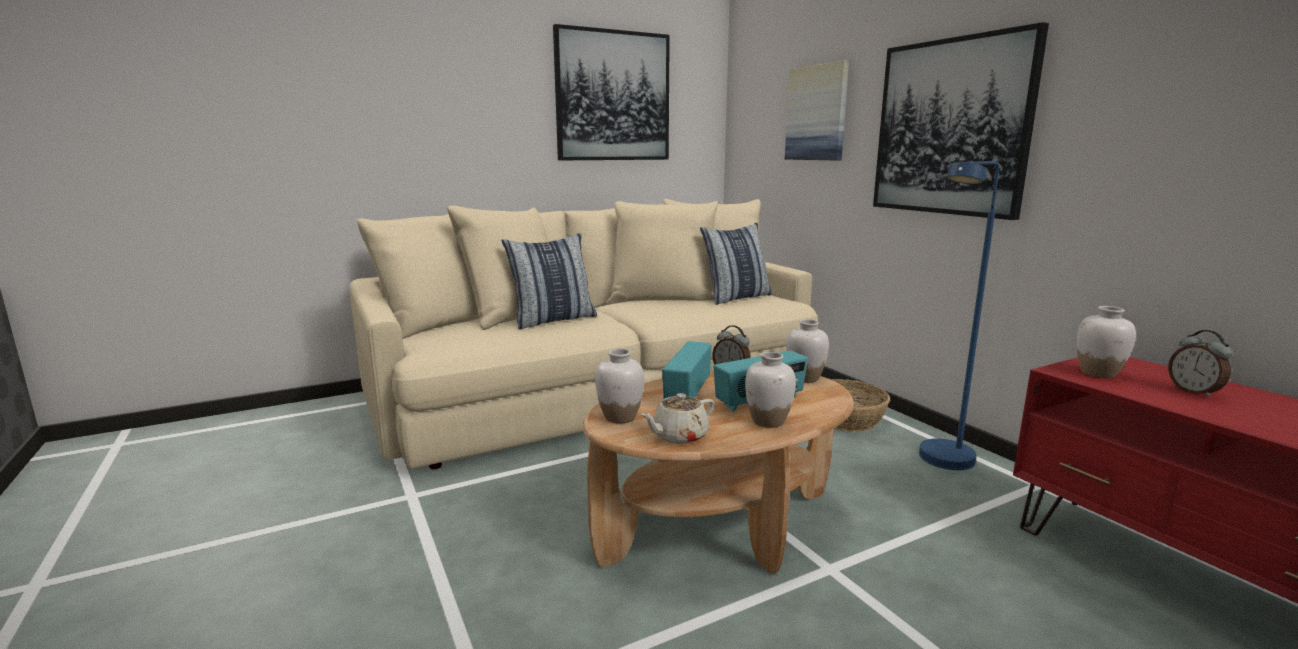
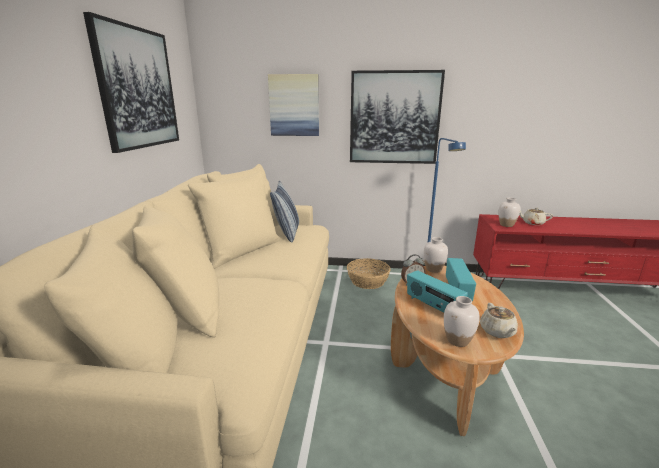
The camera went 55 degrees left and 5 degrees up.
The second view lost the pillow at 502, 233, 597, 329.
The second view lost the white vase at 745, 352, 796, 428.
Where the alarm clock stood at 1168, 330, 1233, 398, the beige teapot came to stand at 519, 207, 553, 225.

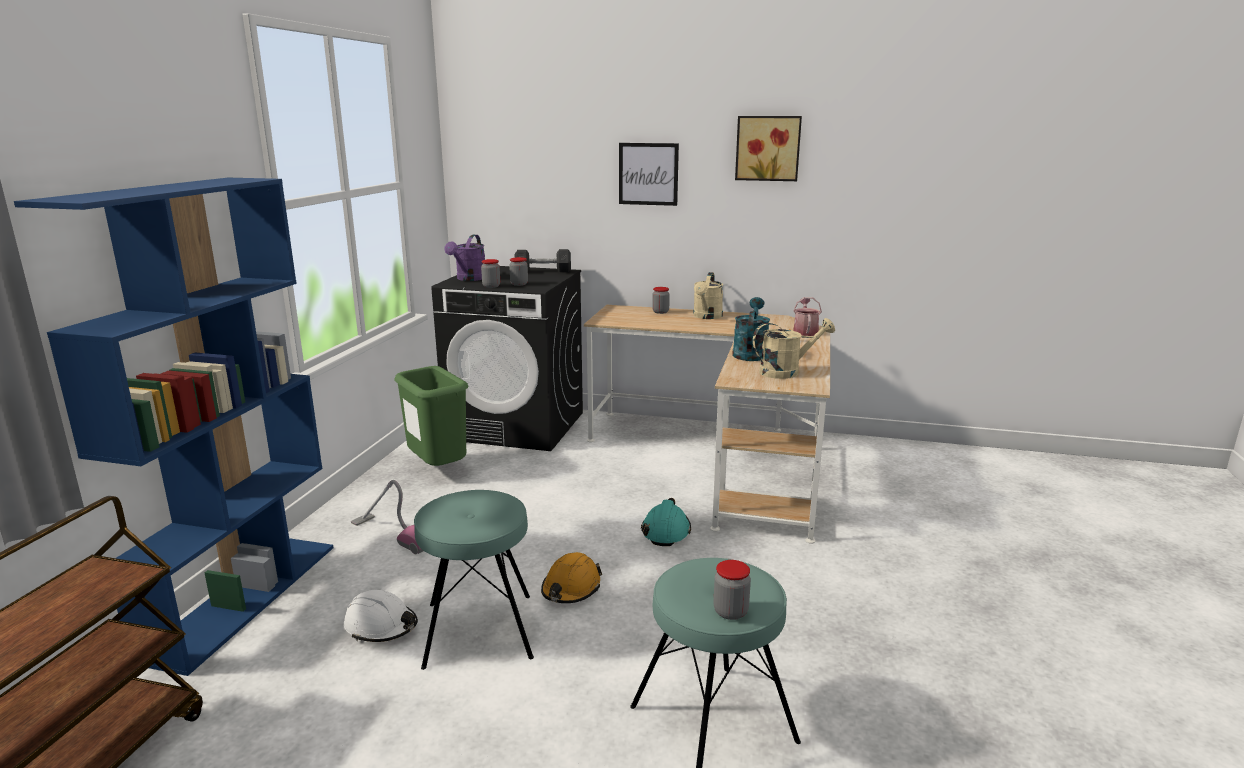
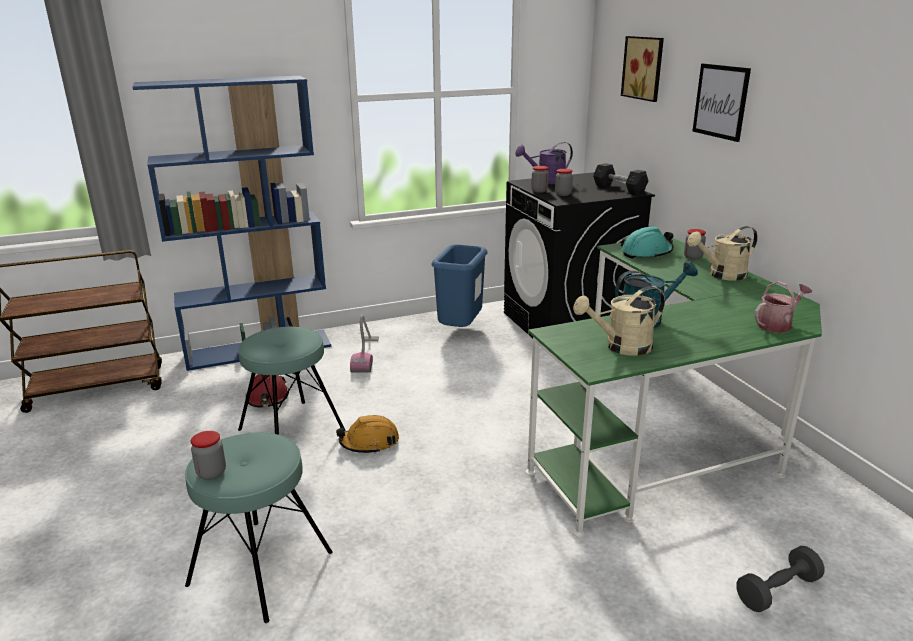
The camera went 55 degrees right and 5 degrees up.
What was the white hard hat at 344, 590, 418, 642 turned into the red hard hat at 246, 374, 289, 407.
What was the green trash can at 394, 366, 468, 466 turned into the blue trash can at 431, 244, 488, 327.
What was the beige desk at 584, 305, 830, 544 turned into the green desk at 526, 238, 822, 537.
The turquoise hard hat ended up elsewhere, having gone from 641, 498, 691, 546 to 621, 226, 674, 258.
The picture ended up elsewhere, having gone from 735, 116, 802, 181 to 621, 36, 664, 102.
The beige watering can at 753, 318, 835, 379 ended up facing another way, 120 degrees clockwise from before.
The second view gained the grey dumbbell at 736, 546, 825, 612.

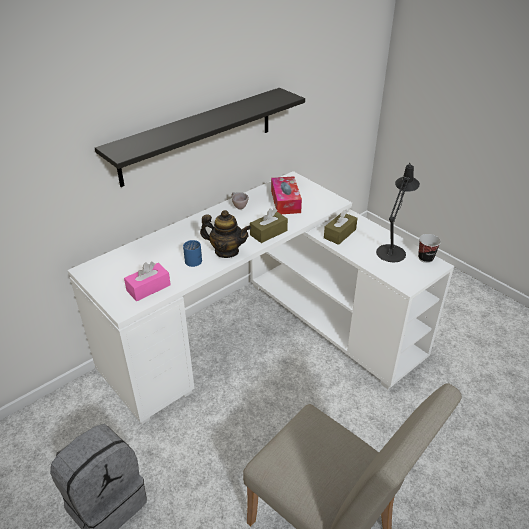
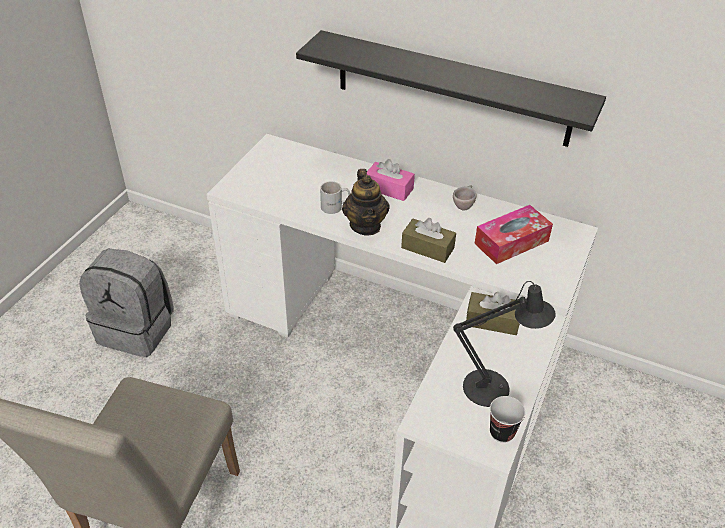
The camera went 65 degrees right and 5 degrees up.
The pink tissue box ended up elsewhere, having gone from 124, 262, 171, 301 to 367, 159, 415, 201.
What was the blue mug at 183, 240, 202, 267 turned into the white mug at 320, 181, 350, 214.

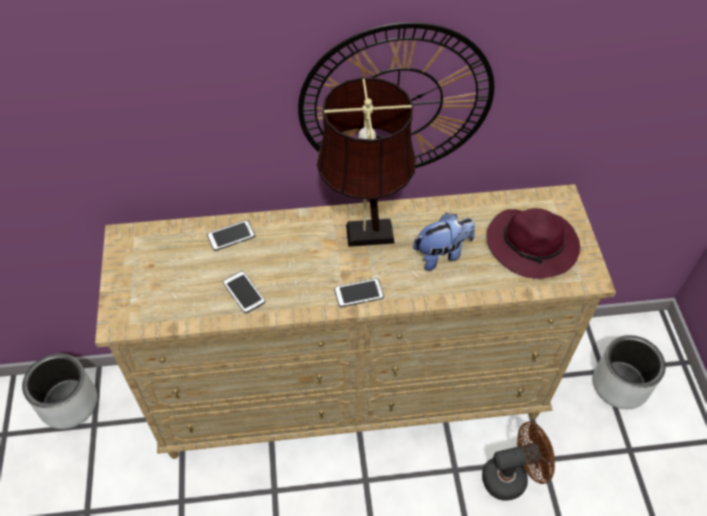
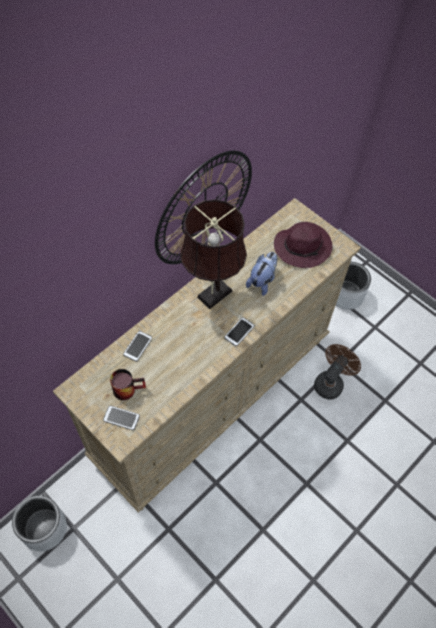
The camera went 40 degrees left and 5 degrees up.
The phone ended up elsewhere, having gone from 223, 271, 265, 313 to 103, 406, 140, 430.
The second view gained the mug at 110, 369, 146, 400.

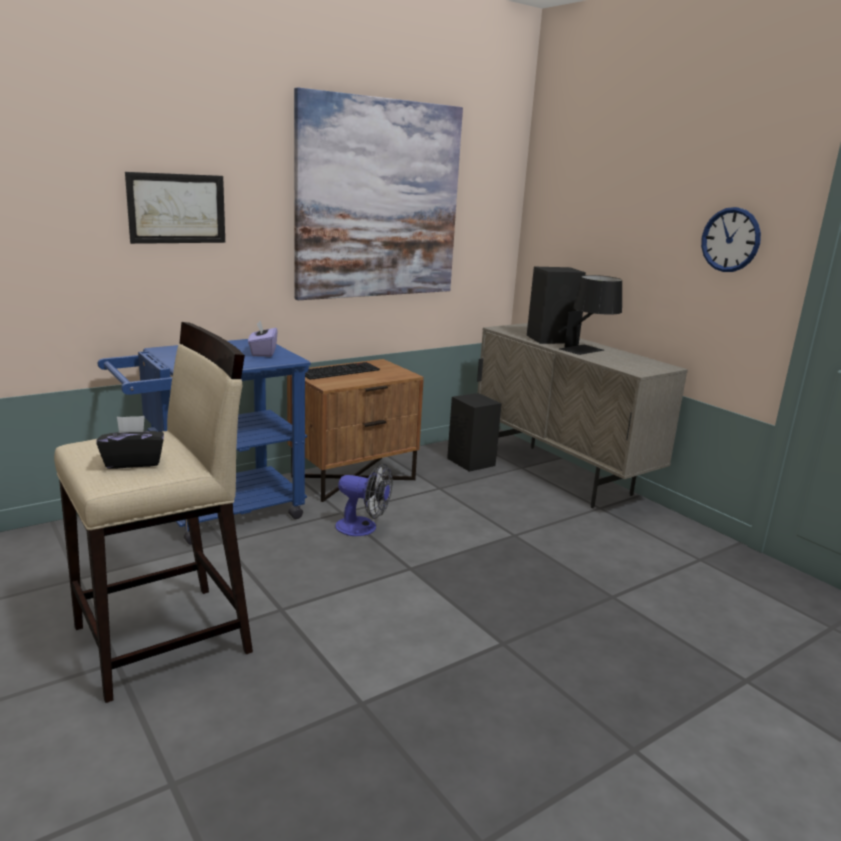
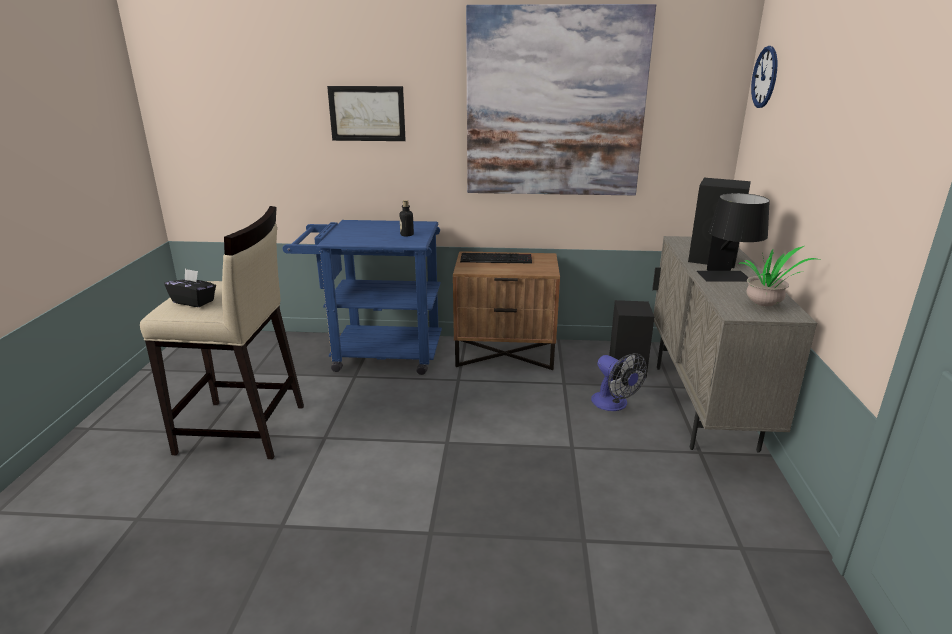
The camera went 40 degrees right and 5 degrees up.
Where the purple tissue box stood at 248, 321, 278, 357, the bottle came to stand at 399, 200, 414, 236.
The fan ended up elsewhere, having gone from 335, 464, 393, 536 to 591, 353, 647, 411.
The wall clock ended up elsewhere, having gone from 701, 207, 761, 272 to 751, 46, 777, 108.
The second view gained the potted plant at 738, 246, 820, 307.

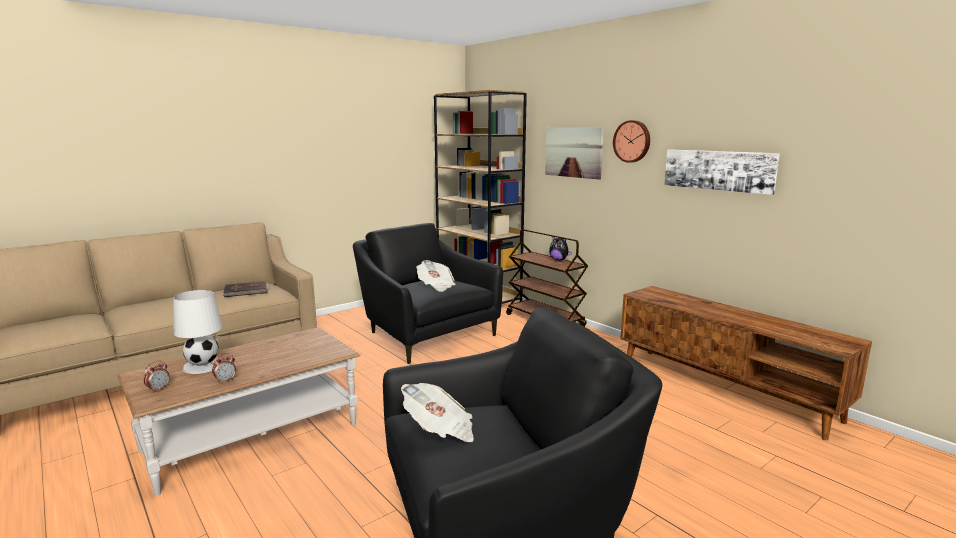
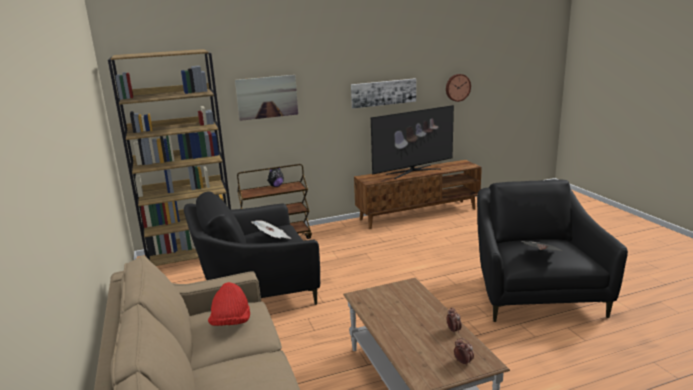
The camera went 70 degrees left and 5 degrees up.
The second view lost the white table lamp at 173, 290, 222, 374.
Where the brown book stood at 223, 281, 268, 297, the red hat came to stand at 208, 282, 250, 326.
The wall clock ended up elsewhere, having gone from 613, 120, 650, 163 to 446, 74, 471, 102.
The second view gained the television at 371, 105, 454, 179.

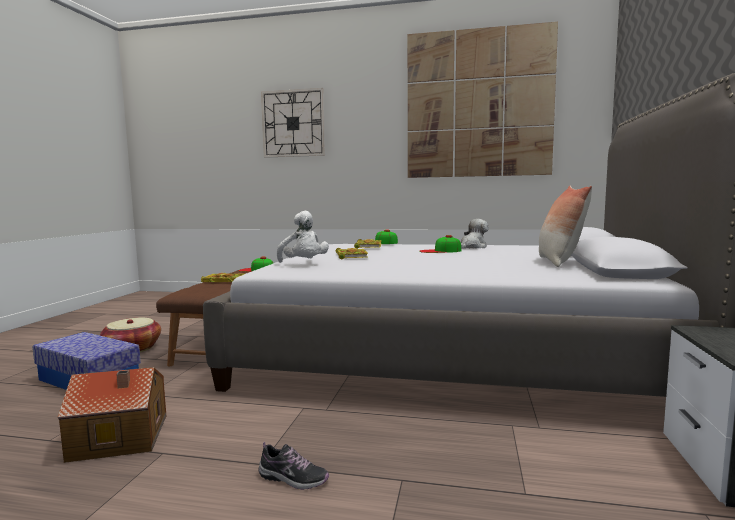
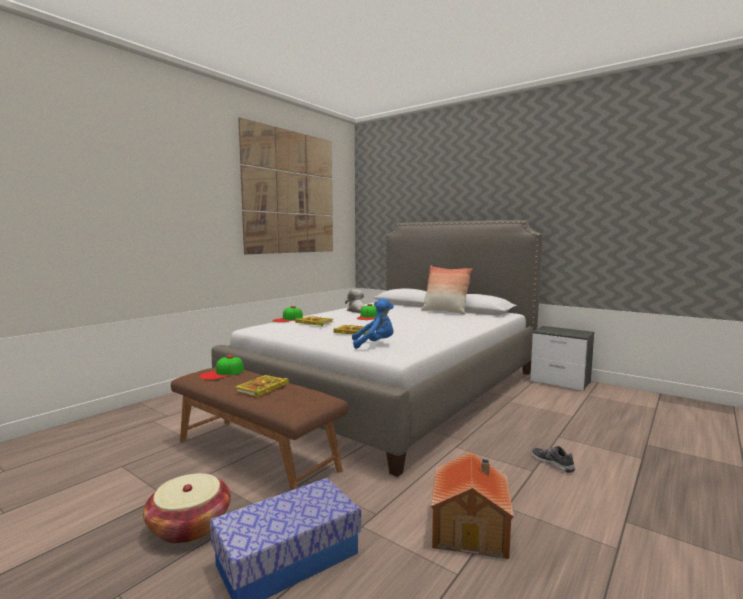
The camera went 65 degrees left and 0 degrees up.
The shoe at 258, 442, 329, 490 ended up facing another way, 75 degrees counterclockwise from before.
The second view lost the wall clock at 261, 88, 325, 158.
What was the white plush toy at 277, 211, 329, 263 turned into the blue plush toy at 352, 298, 394, 349.

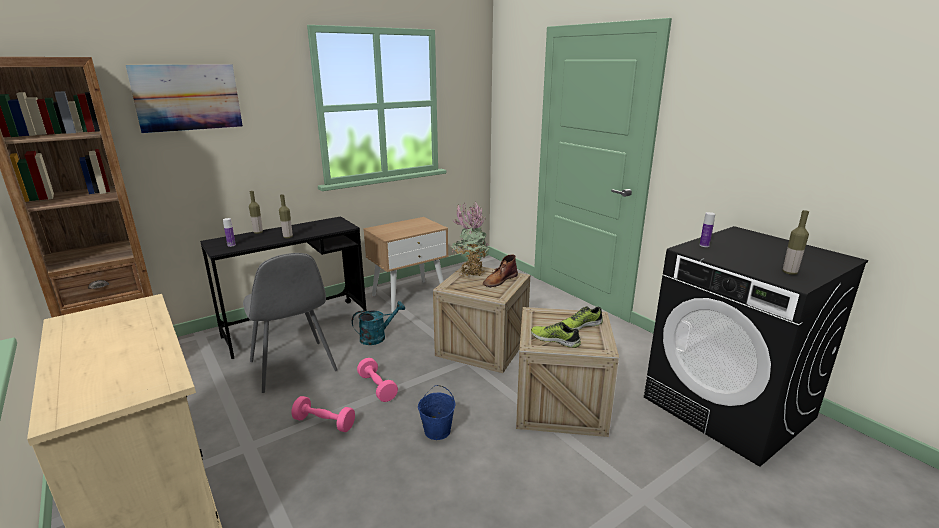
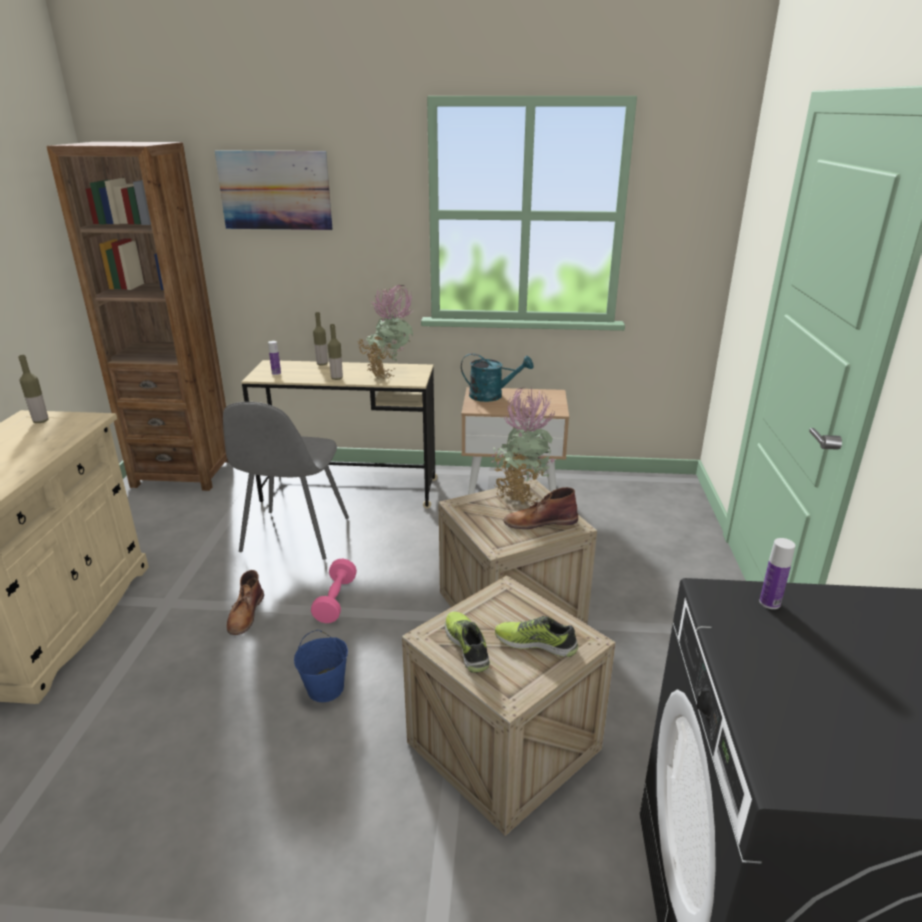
The camera went 40 degrees right and 5 degrees up.
What was the black desk at 200, 216, 367, 359 turned into the beige desk at 241, 360, 438, 509.
Where the pink dumbbell stood at 292, 396, 355, 432, the brown boot came to stand at 226, 570, 264, 635.
The turquoise watering can ended up elsewhere, having gone from 352, 301, 405, 345 to 461, 353, 534, 402.
The bottle ended up elsewhere, having gone from 783, 210, 809, 275 to 18, 355, 49, 423.
The second view gained the potted plant at 358, 285, 414, 379.

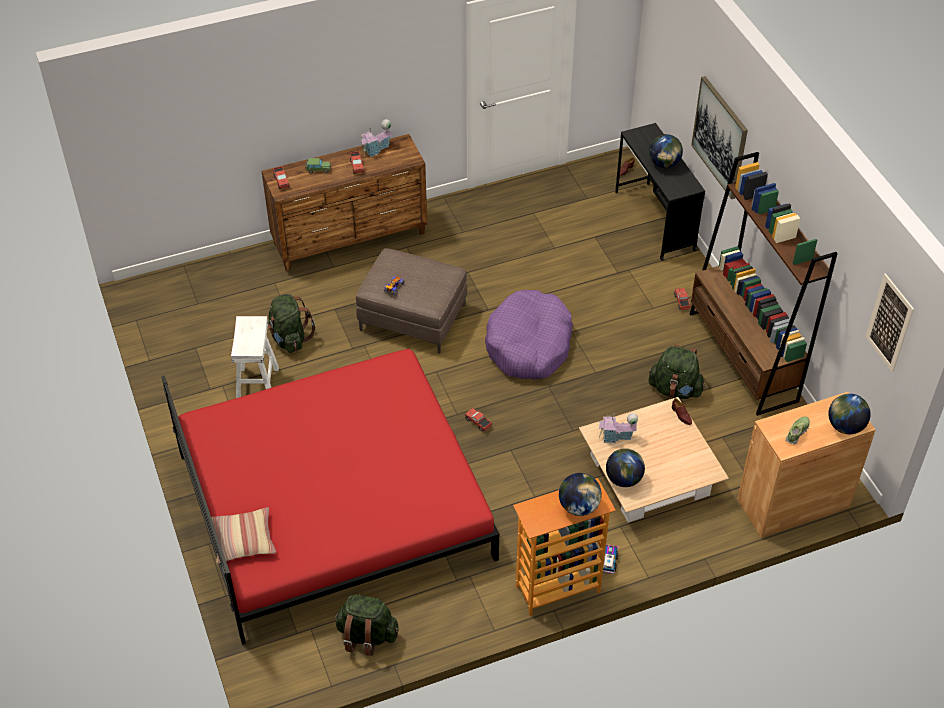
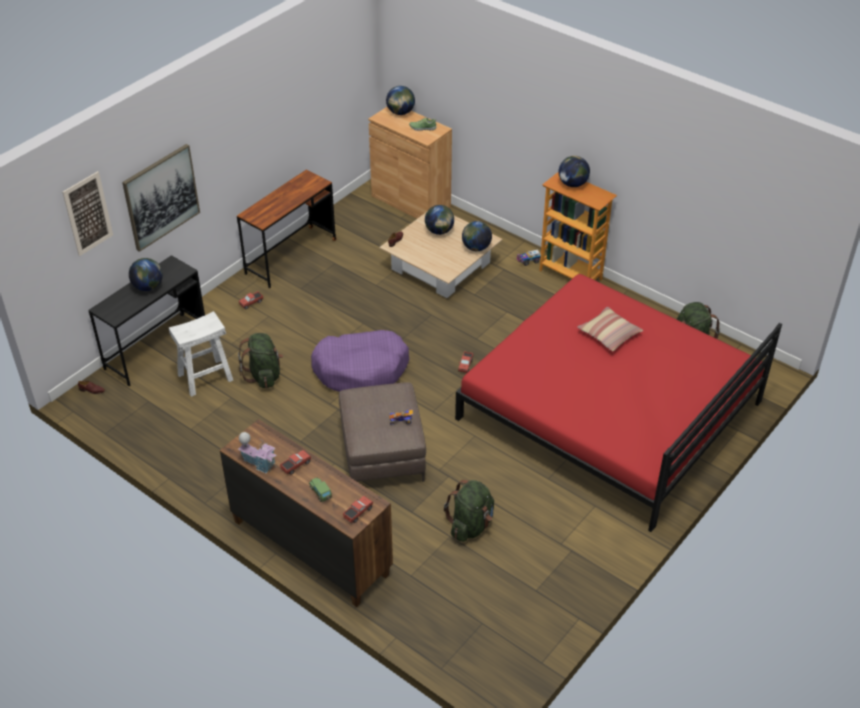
The camera went 120 degrees left and 5 degrees down.
The pillow ended up elsewhere, having gone from 211, 507, 276, 563 to 577, 307, 643, 351.
The white stool ended up elsewhere, having gone from 231, 316, 279, 398 to 169, 311, 233, 397.
The second view lost the toy house at 599, 413, 638, 444.
The green backpack ended up elsewhere, having gone from 648, 345, 705, 399 to 238, 333, 283, 388.
Where the brown bookcase stood at 690, 152, 838, 416, the brown desk came to stand at 237, 169, 337, 288.
The picture ended up elsewhere, having gone from 865, 273, 914, 372 to 62, 171, 113, 256.
The second view gained the globe at 425, 205, 454, 235.

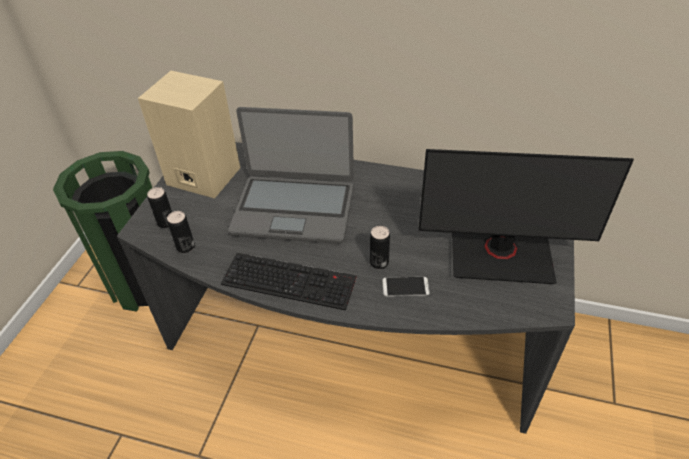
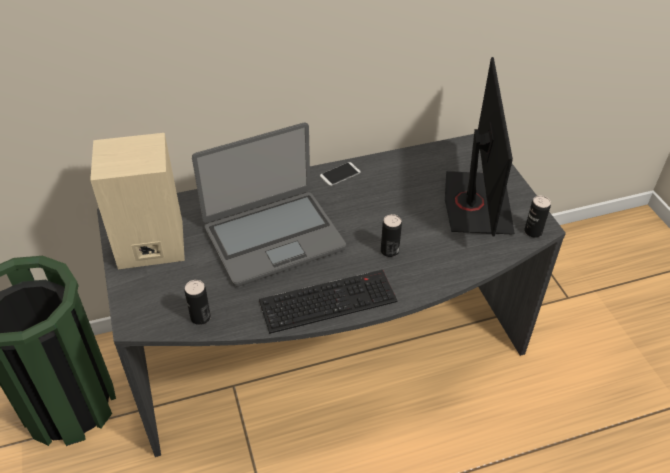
The camera went 35 degrees left and 0 degrees up.
The can ended up elsewhere, having gone from 147, 187, 172, 228 to 524, 196, 551, 238.
The phone ended up elsewhere, having gone from 382, 277, 430, 297 to 320, 162, 361, 186.
The monitor at 418, 149, 634, 284 ended up facing another way, 60 degrees counterclockwise from before.

